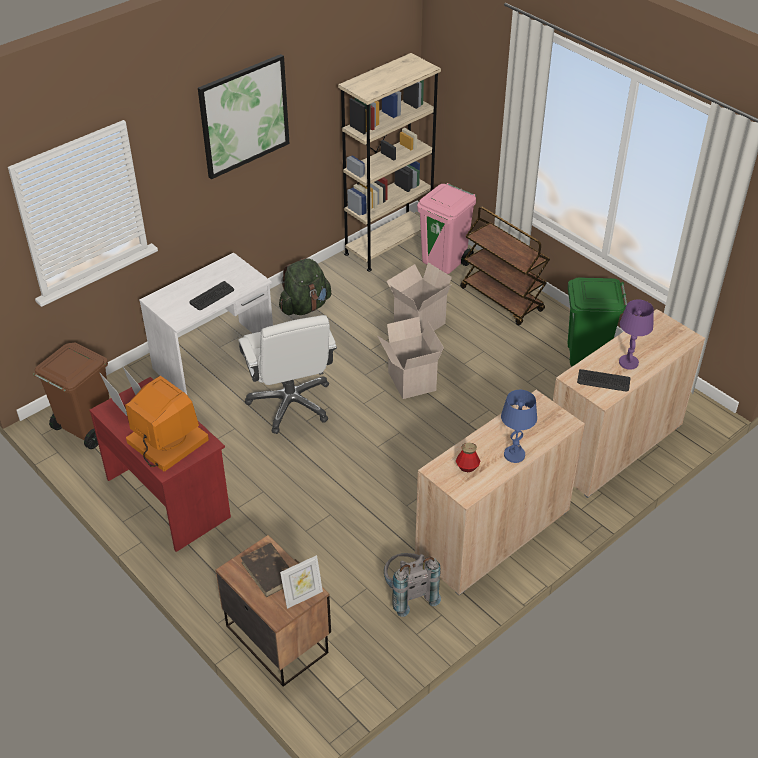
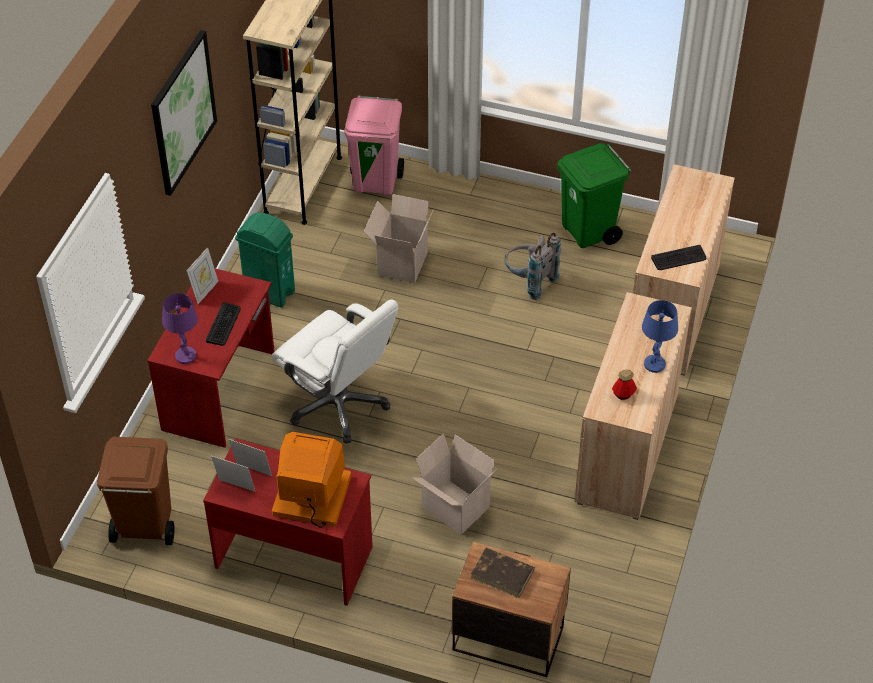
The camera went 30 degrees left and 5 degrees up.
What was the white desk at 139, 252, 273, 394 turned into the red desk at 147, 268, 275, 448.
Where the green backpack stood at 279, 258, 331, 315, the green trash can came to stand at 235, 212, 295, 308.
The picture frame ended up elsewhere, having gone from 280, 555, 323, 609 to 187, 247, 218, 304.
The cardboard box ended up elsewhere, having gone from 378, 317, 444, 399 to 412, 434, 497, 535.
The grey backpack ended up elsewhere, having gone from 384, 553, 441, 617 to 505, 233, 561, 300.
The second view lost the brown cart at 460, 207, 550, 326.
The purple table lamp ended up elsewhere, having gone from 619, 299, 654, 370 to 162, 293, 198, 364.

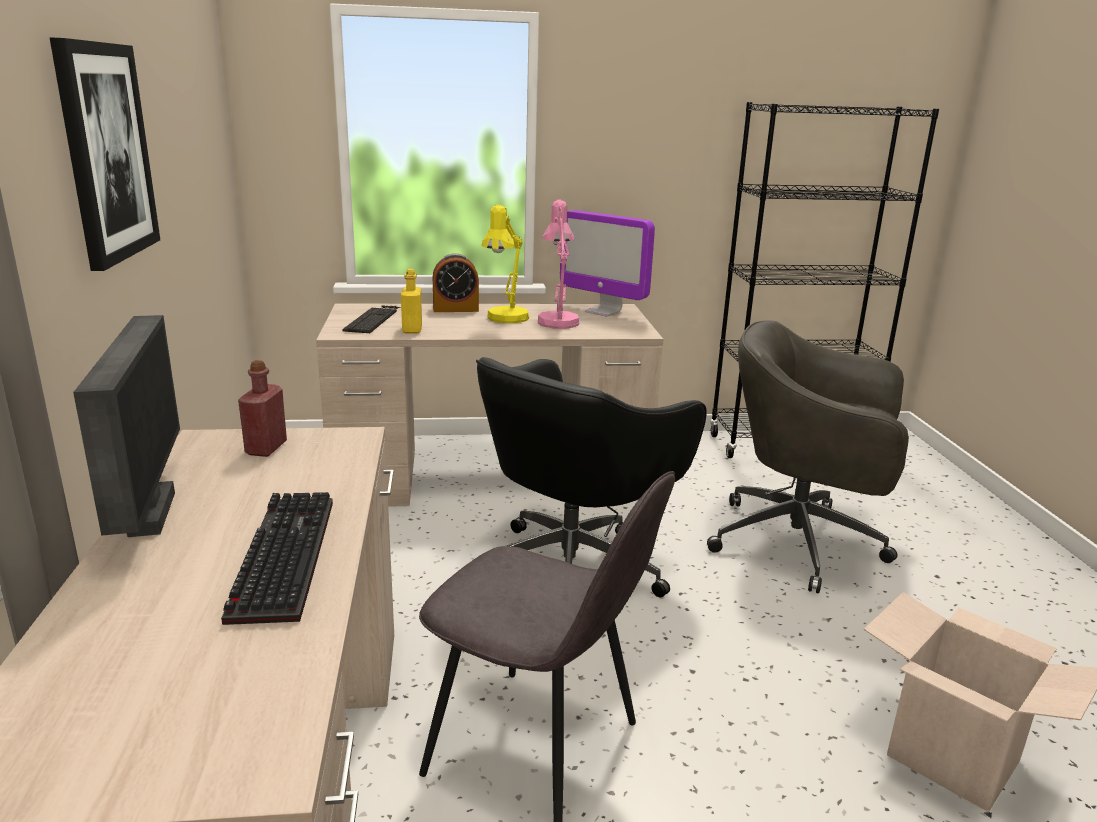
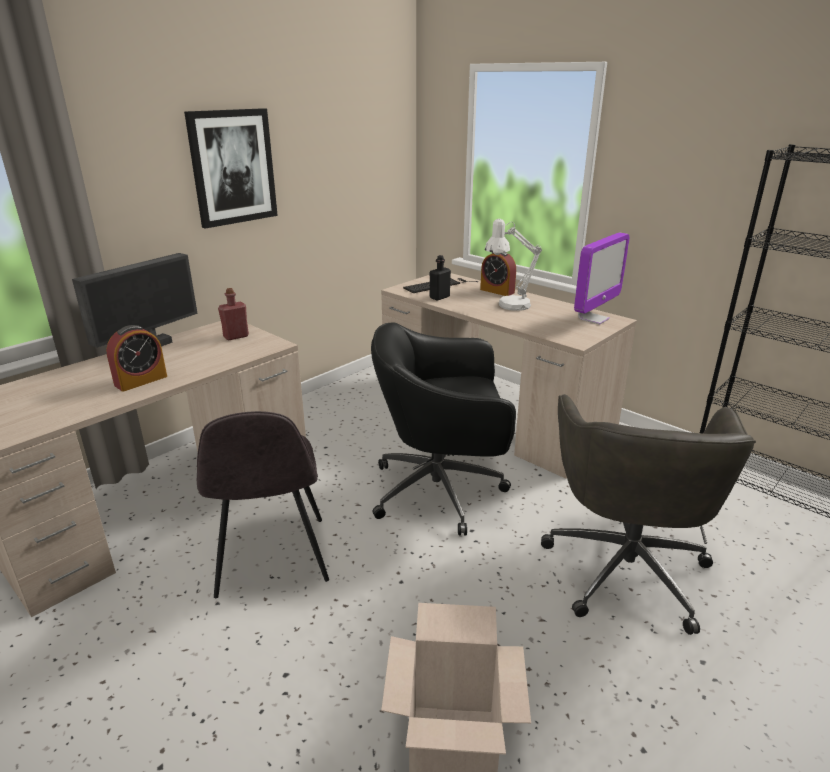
The camera went 50 degrees right and 5 degrees up.
Where the keyboard stood at 221, 492, 333, 625, the alarm clock came to stand at 106, 325, 167, 392.
What was the yellow bottle at 401, 269, 422, 334 turned into the black bottle at 430, 255, 451, 300.
What was the yellow table lamp at 481, 205, 530, 323 turned into the white table lamp at 485, 219, 542, 311.
The second view lost the pink table lamp at 538, 199, 579, 329.
The monitor at 560, 210, 655, 316 ended up facing another way, 135 degrees counterclockwise from before.
The grey office chair at 707, 320, 909, 593 ended up facing another way, 150 degrees counterclockwise from before.

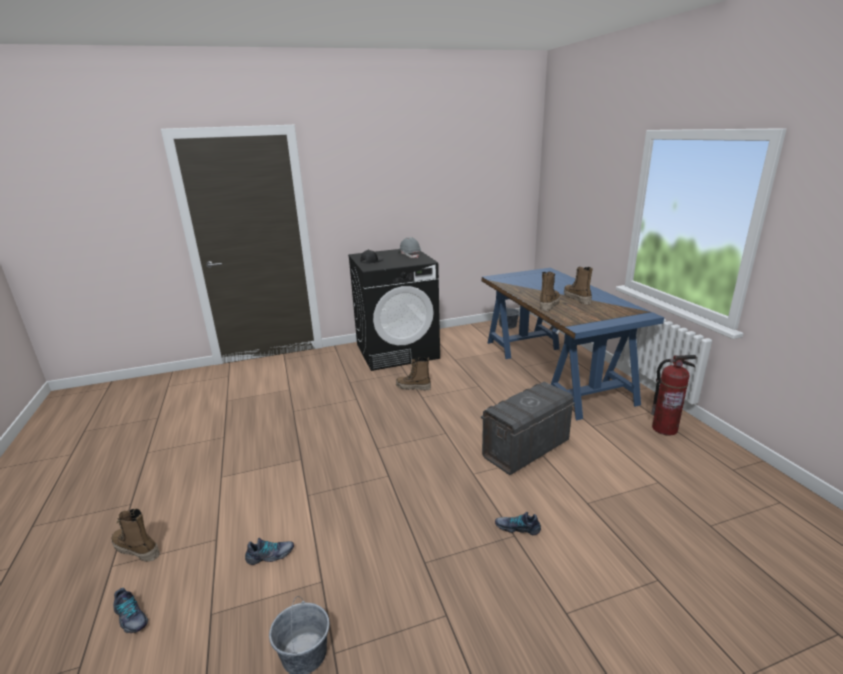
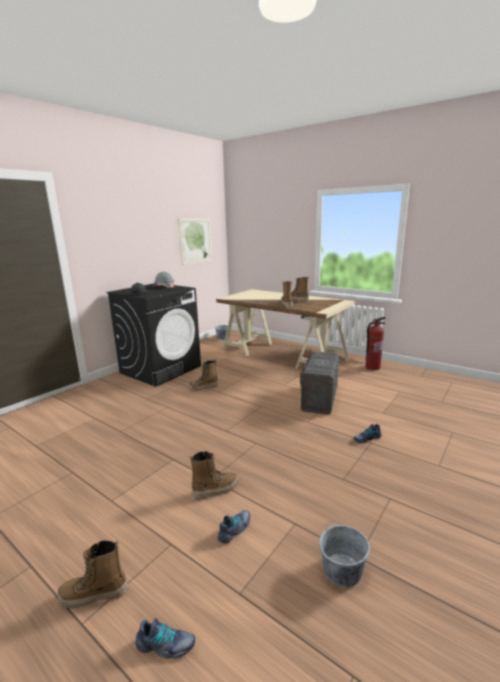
The camera went 35 degrees left and 5 degrees down.
What was the blue desk at 482, 268, 664, 420 turned into the beige desk at 216, 289, 355, 369.
The second view gained the picture at 178, 218, 212, 265.
The second view gained the boot at 190, 451, 237, 500.

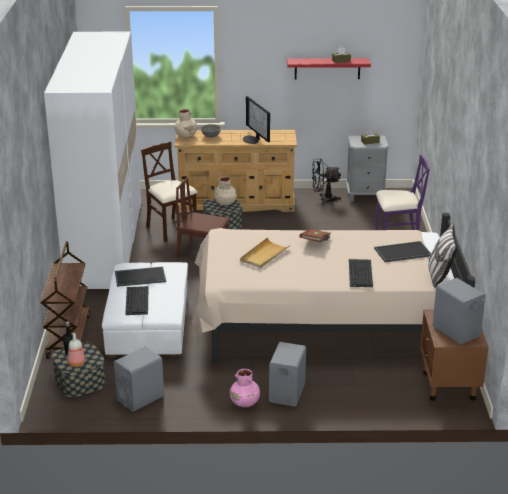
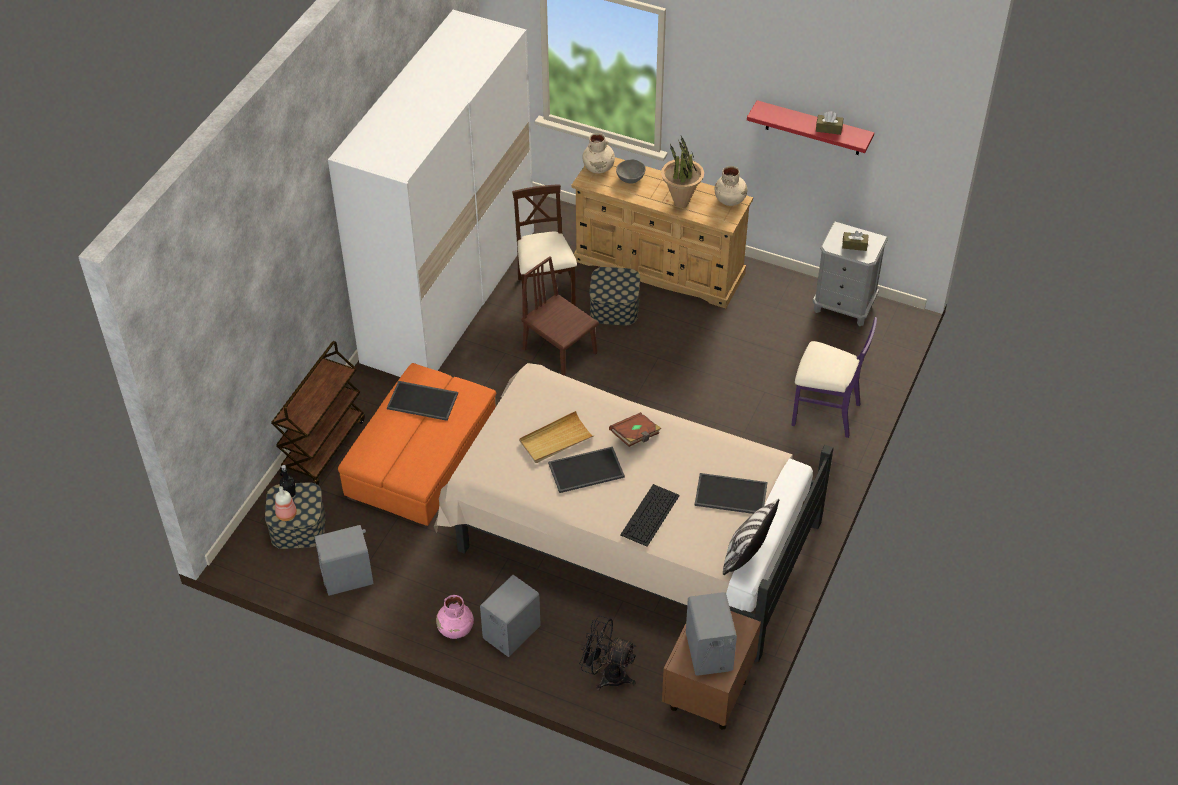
The camera went 25 degrees right and 20 degrees up.
What was the white ottoman at 102, 262, 188, 358 turned into the orange ottoman at 338, 363, 496, 526.
The second view lost the keyboard at 125, 286, 148, 315.
The beige vase ended up elsewhere, having gone from 214, 176, 237, 205 to 715, 166, 747, 206.
Where the monitor stood at 243, 96, 270, 144, the potted plant came to stand at 661, 136, 704, 208.
The black fan ended up elsewhere, having gone from 312, 159, 341, 205 to 579, 616, 636, 690.
The second view gained the tray at 548, 447, 625, 493.

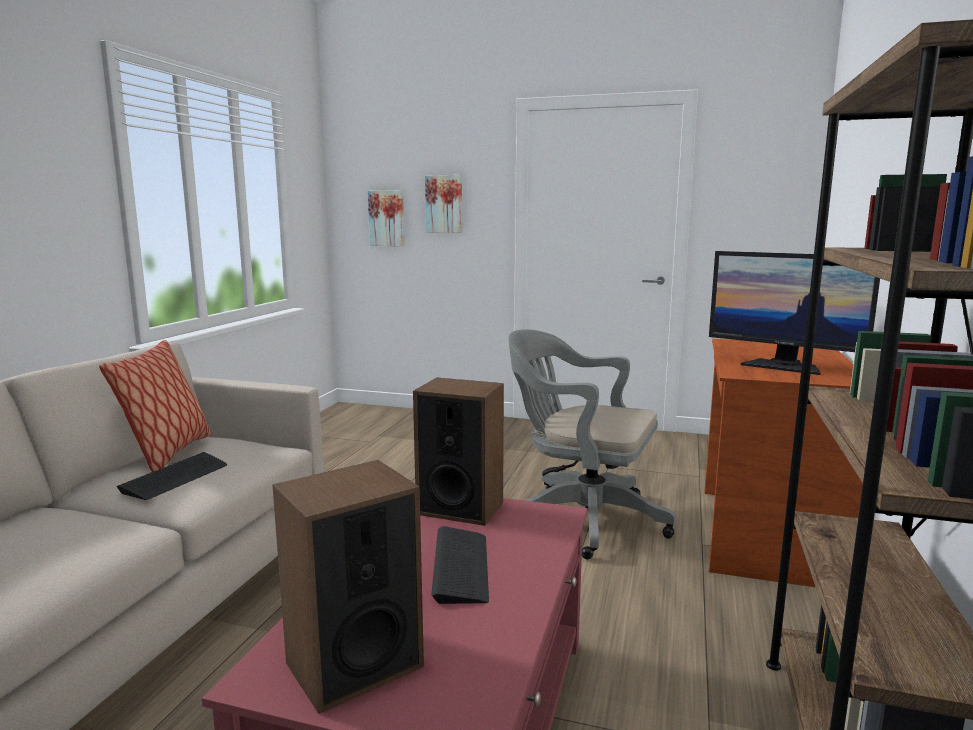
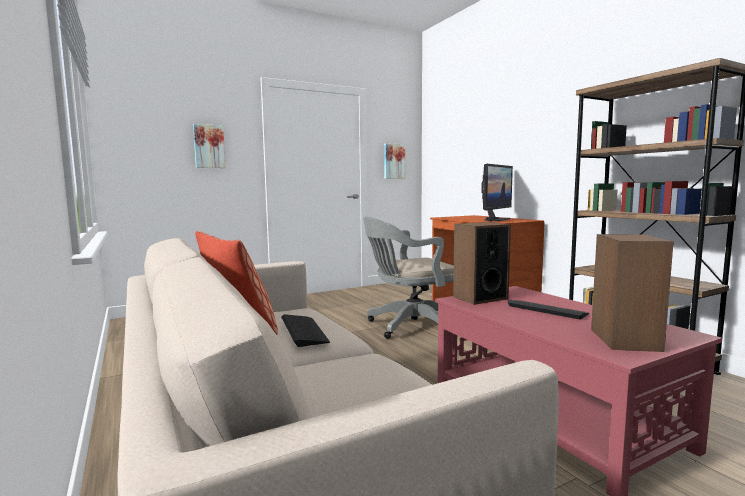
The camera went 45 degrees left and 5 degrees down.
The picture ended up elsewhere, having gone from 368, 190, 404, 246 to 384, 143, 405, 179.
The monitor at 709, 251, 880, 375 ended up facing another way, 45 degrees counterclockwise from before.

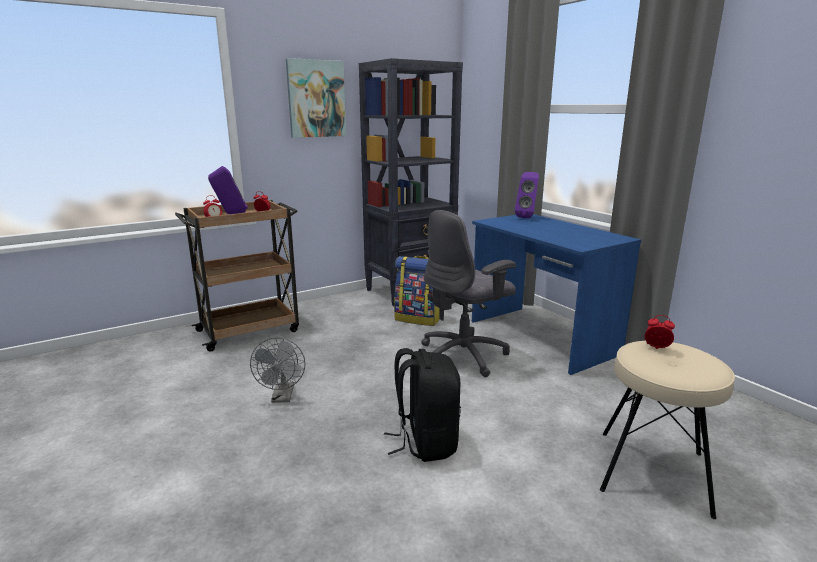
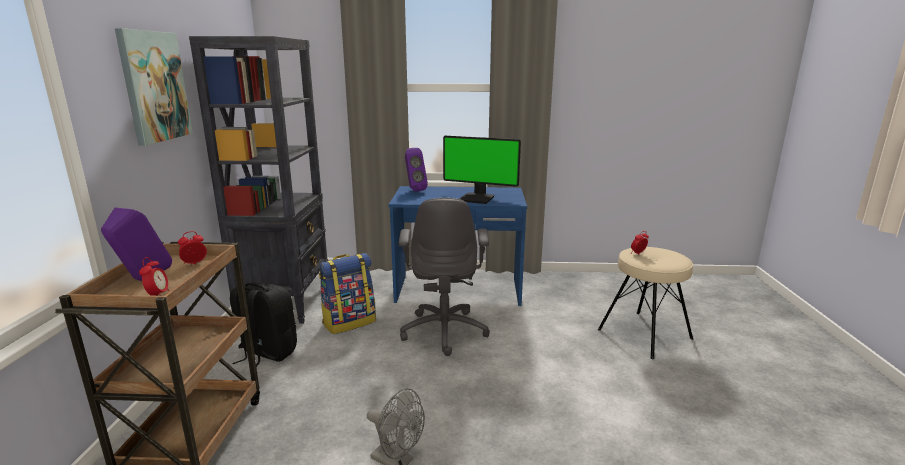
The camera went 55 degrees left and 0 degrees up.
The black backpack ended up elsewhere, having gone from 384, 348, 461, 462 to 230, 282, 297, 367.
The second view gained the monitor at 443, 136, 521, 204.

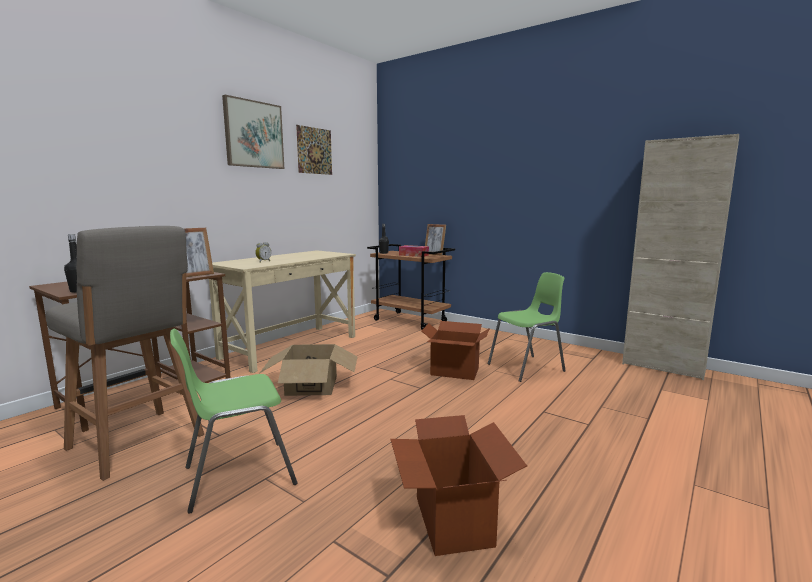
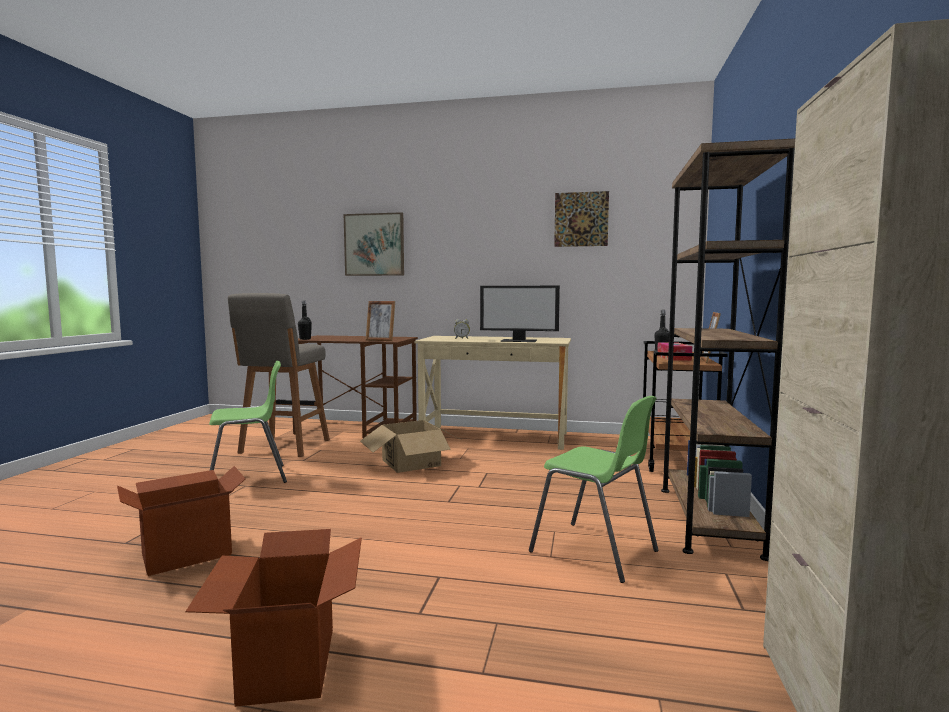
The camera went 65 degrees right and 5 degrees down.
The green chair at 170, 329, 298, 514 ended up facing another way, 120 degrees clockwise from before.
The picture ended up elsewhere, having gone from 222, 95, 284, 169 to 344, 212, 404, 276.
The cardboard box ended up elsewhere, having gone from 422, 321, 490, 380 to 185, 529, 362, 707.
The second view gained the monitor at 480, 286, 560, 342.
The second view gained the brown bookcase at 661, 139, 795, 561.

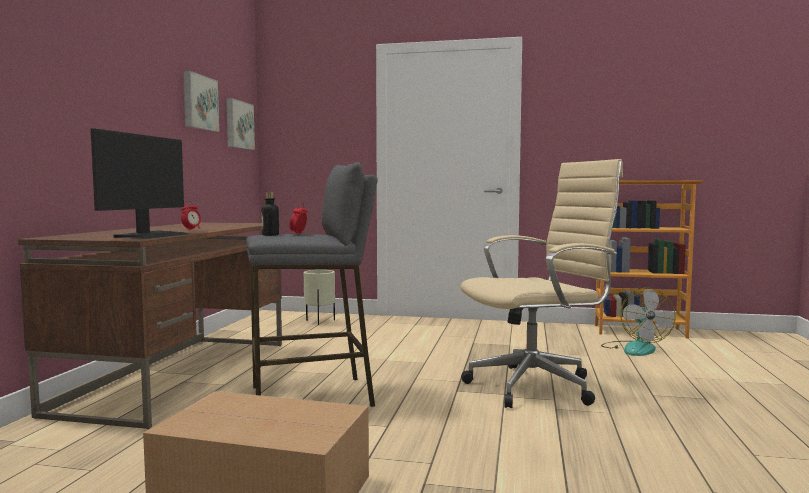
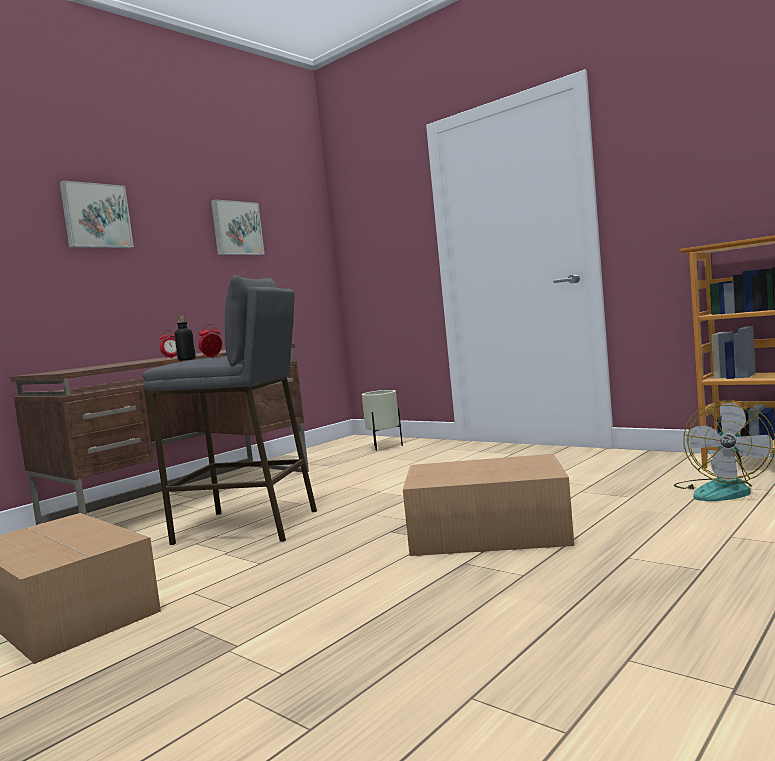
The camera went 30 degrees right and 0 degrees up.
The second view lost the monitor at 91, 128, 189, 239.
The picture ended up elsewhere, having gone from 226, 98, 255, 150 to 59, 180, 134, 248.
Where the beige office chair stood at 460, 159, 623, 408, the cardboard box came to stand at 403, 454, 574, 556.

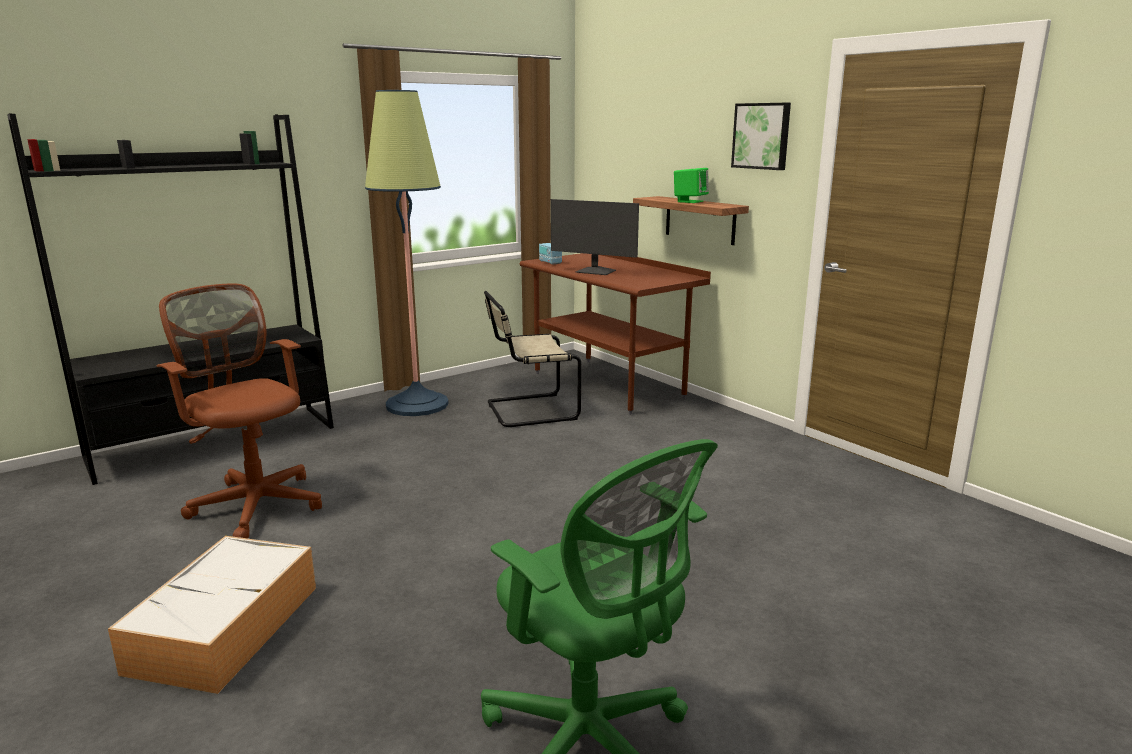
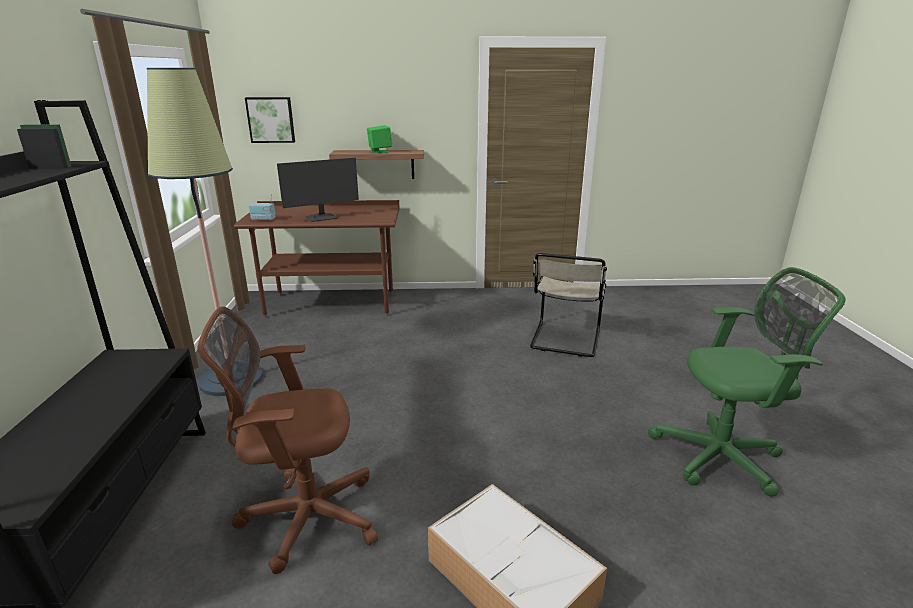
The camera went 55 degrees left and 5 degrees up.
The beige chair ended up elsewhere, having gone from 484, 291, 581, 427 to 530, 253, 607, 357.
The picture ended up elsewhere, having gone from 731, 103, 791, 170 to 245, 97, 295, 143.

